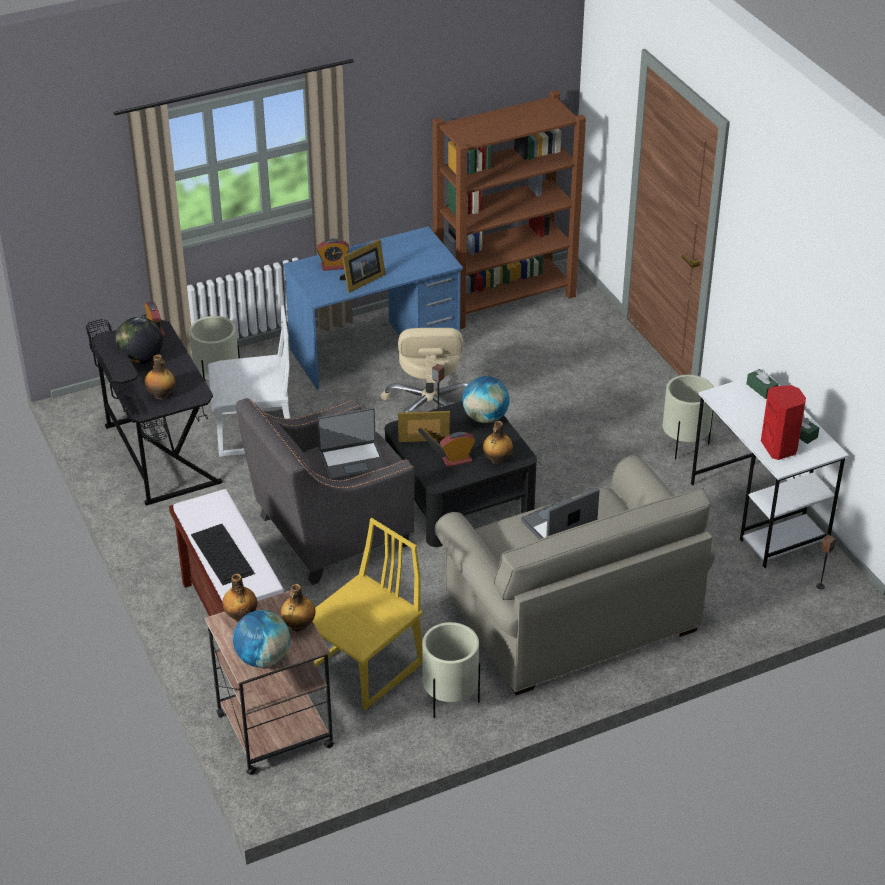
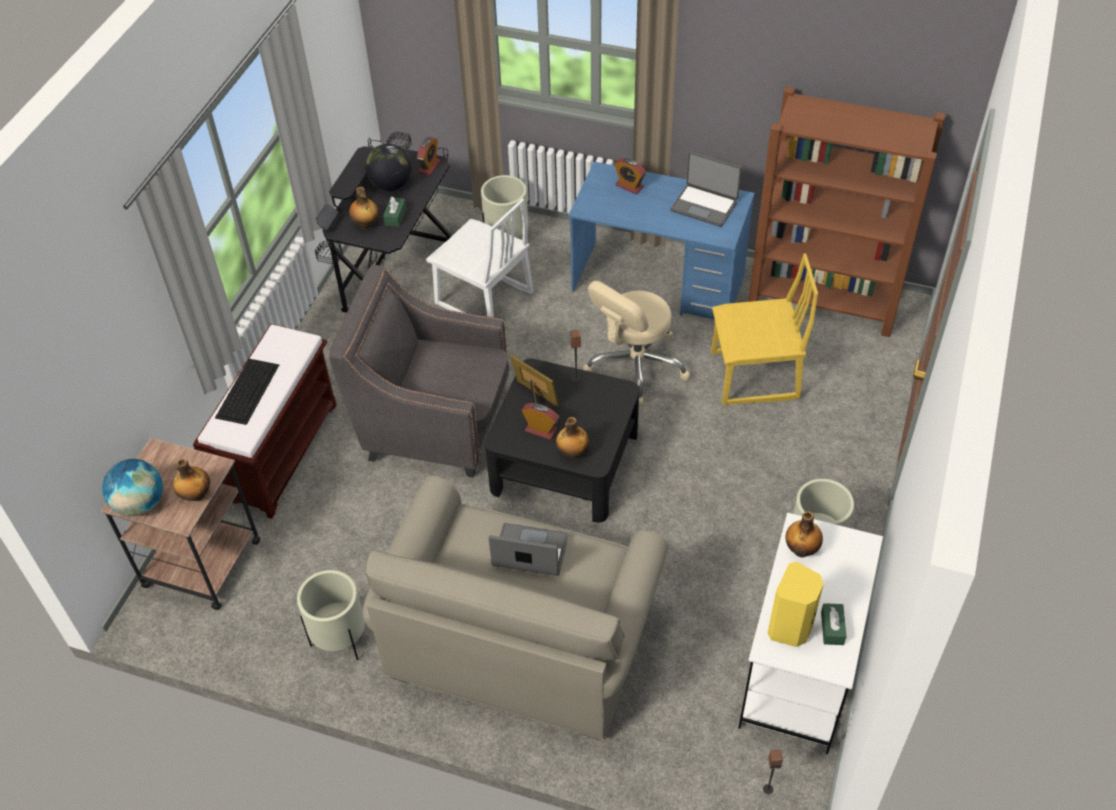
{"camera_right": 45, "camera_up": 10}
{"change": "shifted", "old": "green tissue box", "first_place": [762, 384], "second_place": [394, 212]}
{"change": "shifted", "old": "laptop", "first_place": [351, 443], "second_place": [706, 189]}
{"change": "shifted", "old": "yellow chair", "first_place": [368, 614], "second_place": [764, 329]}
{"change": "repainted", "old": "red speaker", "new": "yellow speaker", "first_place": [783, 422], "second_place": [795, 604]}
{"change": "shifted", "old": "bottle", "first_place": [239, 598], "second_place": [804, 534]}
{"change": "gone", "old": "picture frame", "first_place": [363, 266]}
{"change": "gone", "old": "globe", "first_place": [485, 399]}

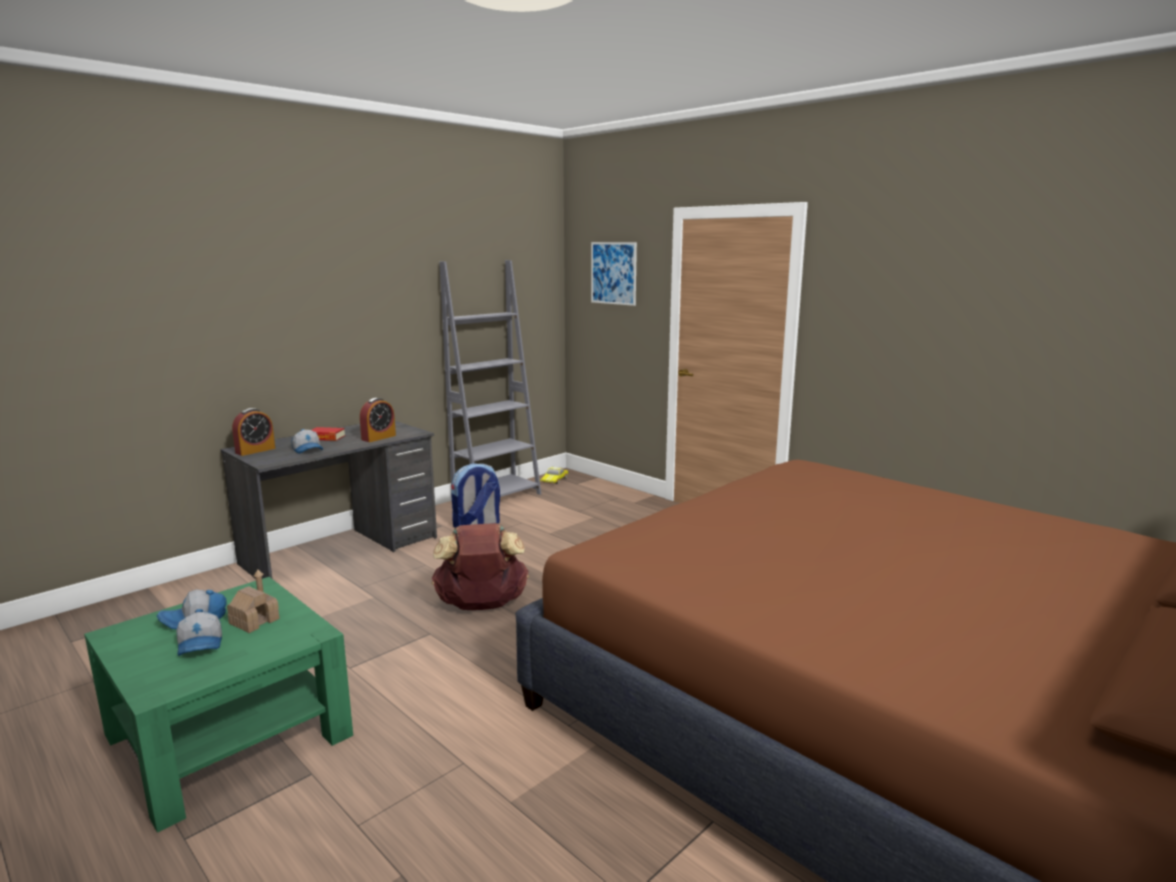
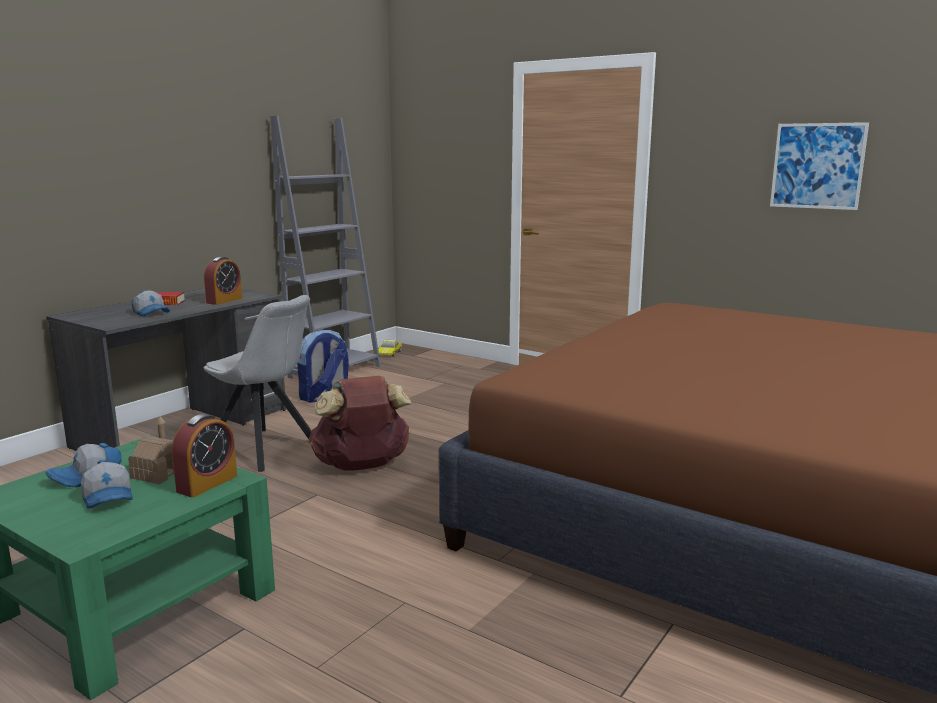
{"camera_right": -10, "camera_up": 0}
{"change": "shifted", "old": "alarm clock", "first_place": [253, 432], "second_place": [204, 455]}
{"change": "new", "new": "grey chair", "second_place": [258, 383]}
{"change": "shifted", "old": "picture", "first_place": [614, 274], "second_place": [819, 166]}

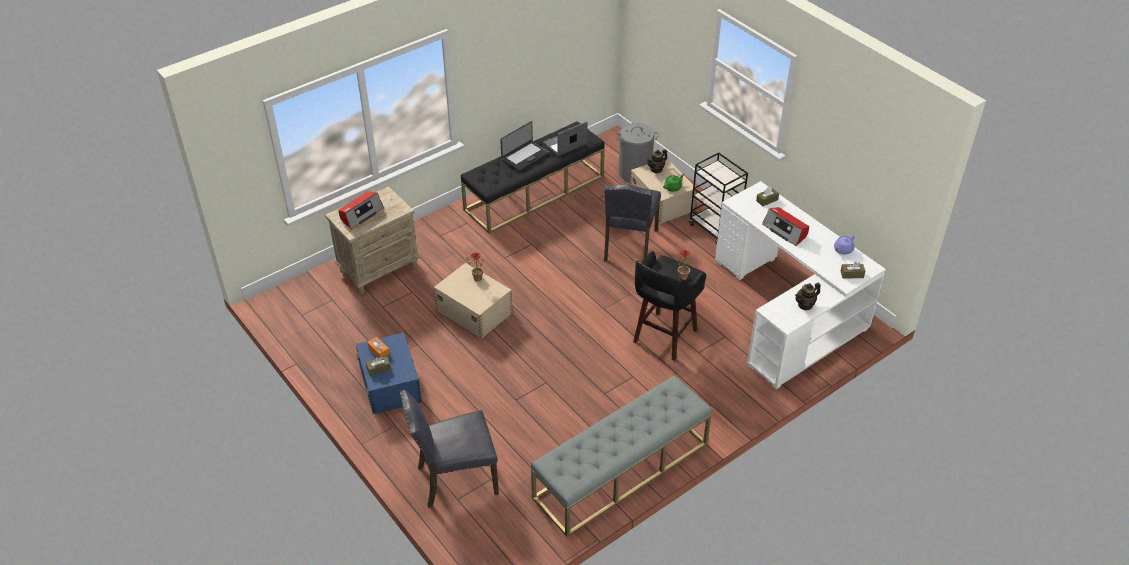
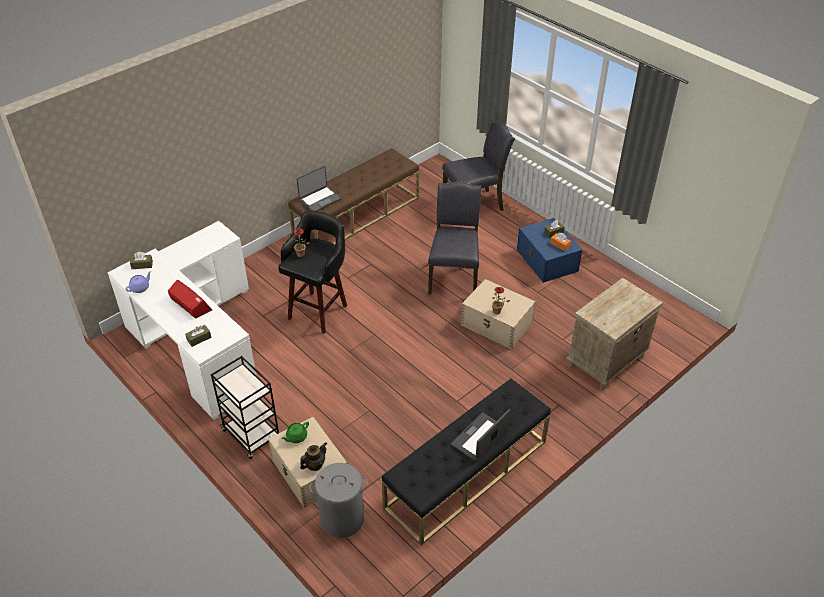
{"camera_right": 175, "camera_up": 0}
{"change": "repainted", "old": "grey bench", "new": "brown bench", "first_place": [621, 456], "second_place": [353, 196]}
{"change": "shifted", "old": "laptop", "first_place": [565, 139], "second_place": [319, 188]}
{"change": "shifted", "old": "grey chair", "first_place": [632, 223], "second_place": [455, 238]}
{"change": "gone", "old": "radio", "first_place": [361, 210]}
{"change": "gone", "old": "teapot", "first_place": [808, 296]}

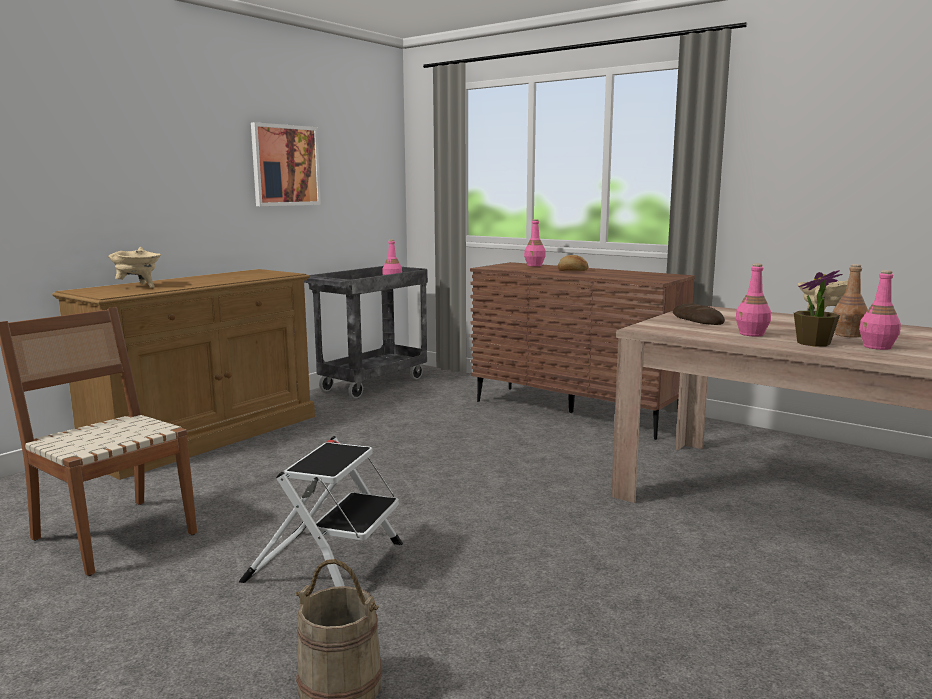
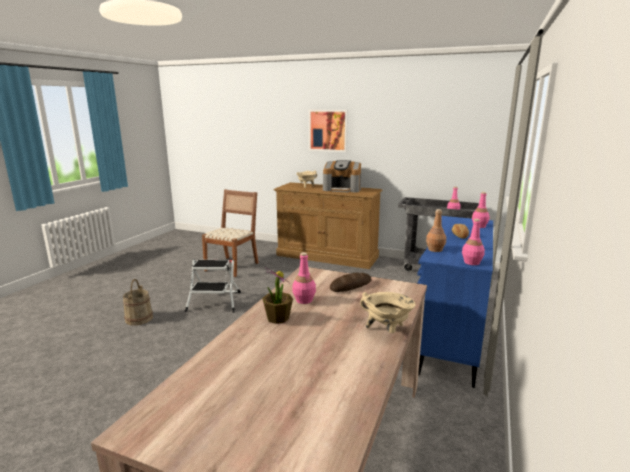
{"camera_right": 75, "camera_up": 5}
{"change": "shifted", "old": "picture", "first_place": [286, 164], "second_place": [328, 131]}
{"change": "new", "new": "coffee machine", "second_place": [342, 176]}
{"change": "repainted", "old": "brown dresser", "new": "blue dresser", "first_place": [582, 351], "second_place": [455, 302]}
{"change": "shifted", "old": "brown bottle", "first_place": [850, 301], "second_place": [436, 230]}
{"change": "shifted", "old": "pink bottle", "first_place": [880, 310], "second_place": [473, 242]}

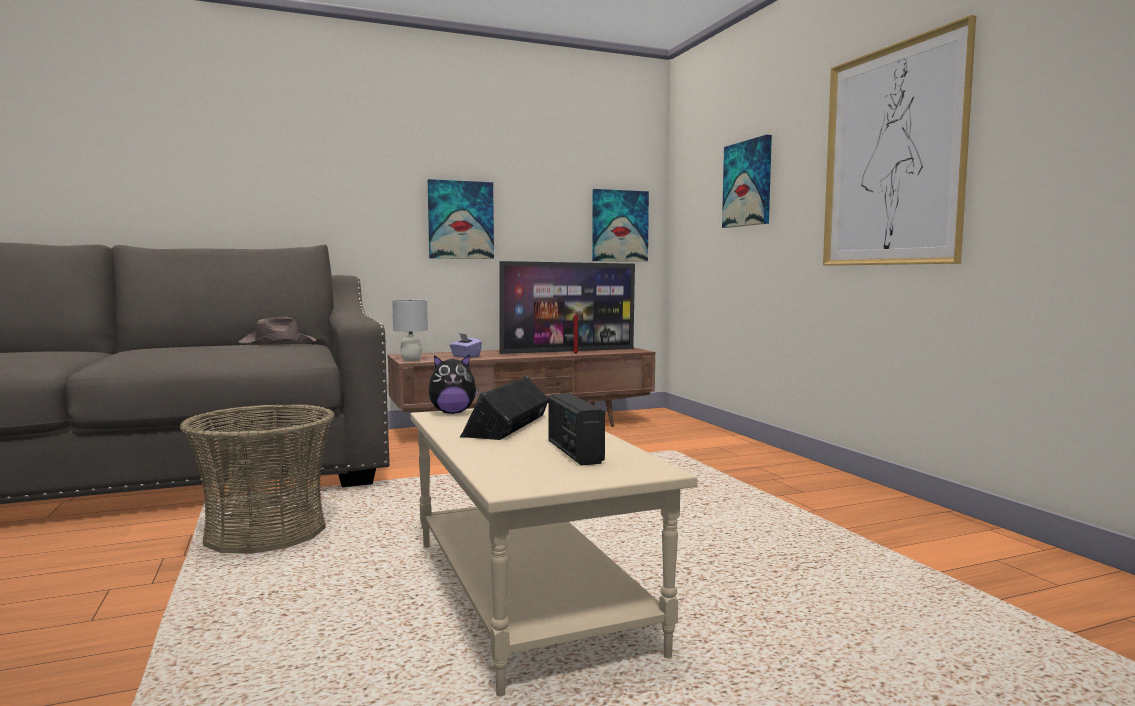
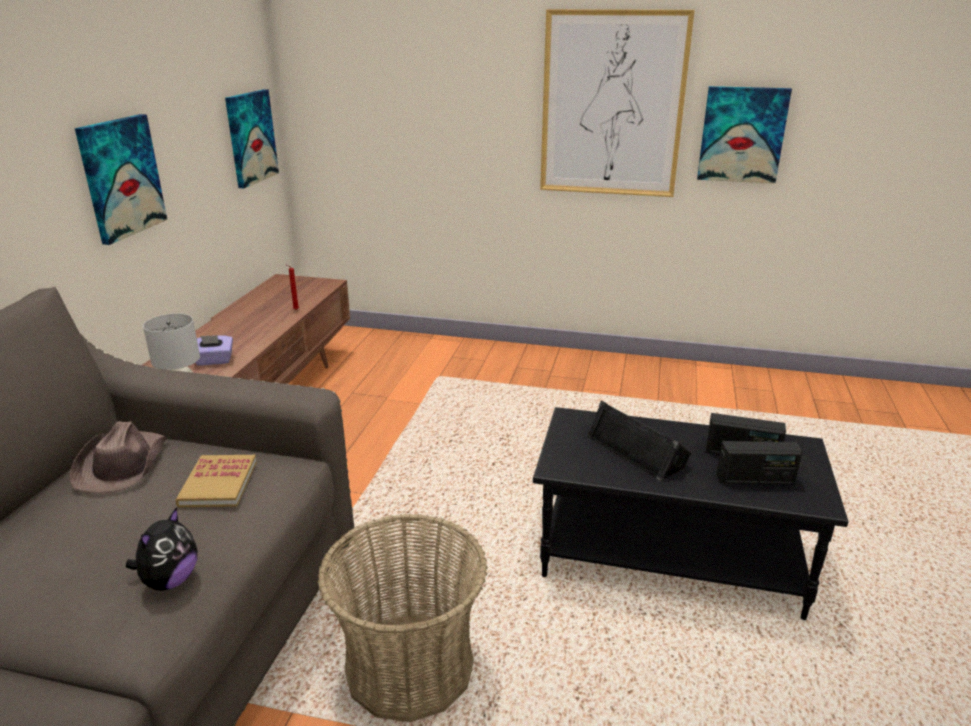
{"camera_right": -55, "camera_up": 20}
{"change": "shifted", "old": "plush toy", "first_place": [453, 384], "second_place": [161, 549]}
{"change": "new", "new": "book", "second_place": [216, 481]}
{"change": "repainted", "old": "beige coffee table", "new": "black coffee table", "first_place": [554, 550], "second_place": [690, 513]}
{"change": "shifted", "old": "picture", "first_place": [747, 181], "second_place": [744, 135]}
{"change": "new", "new": "radio", "second_place": [759, 463]}
{"change": "gone", "old": "television", "first_place": [567, 307]}

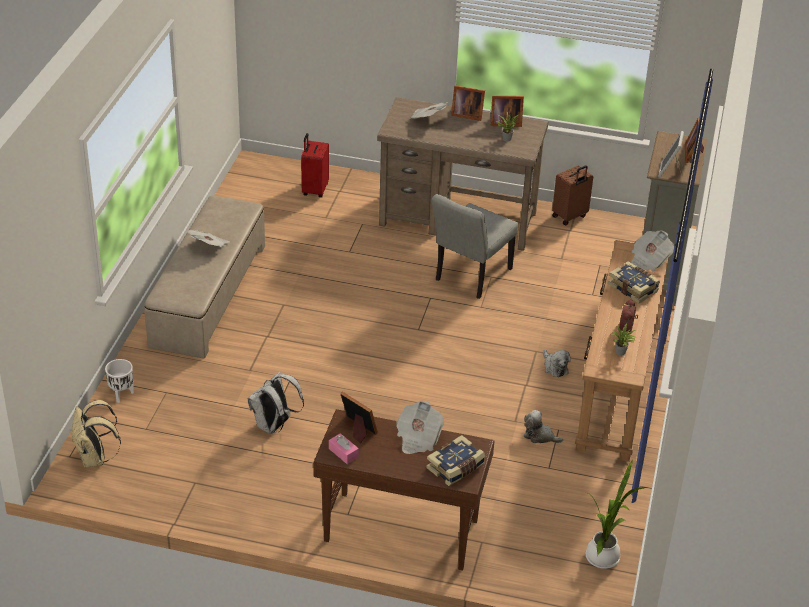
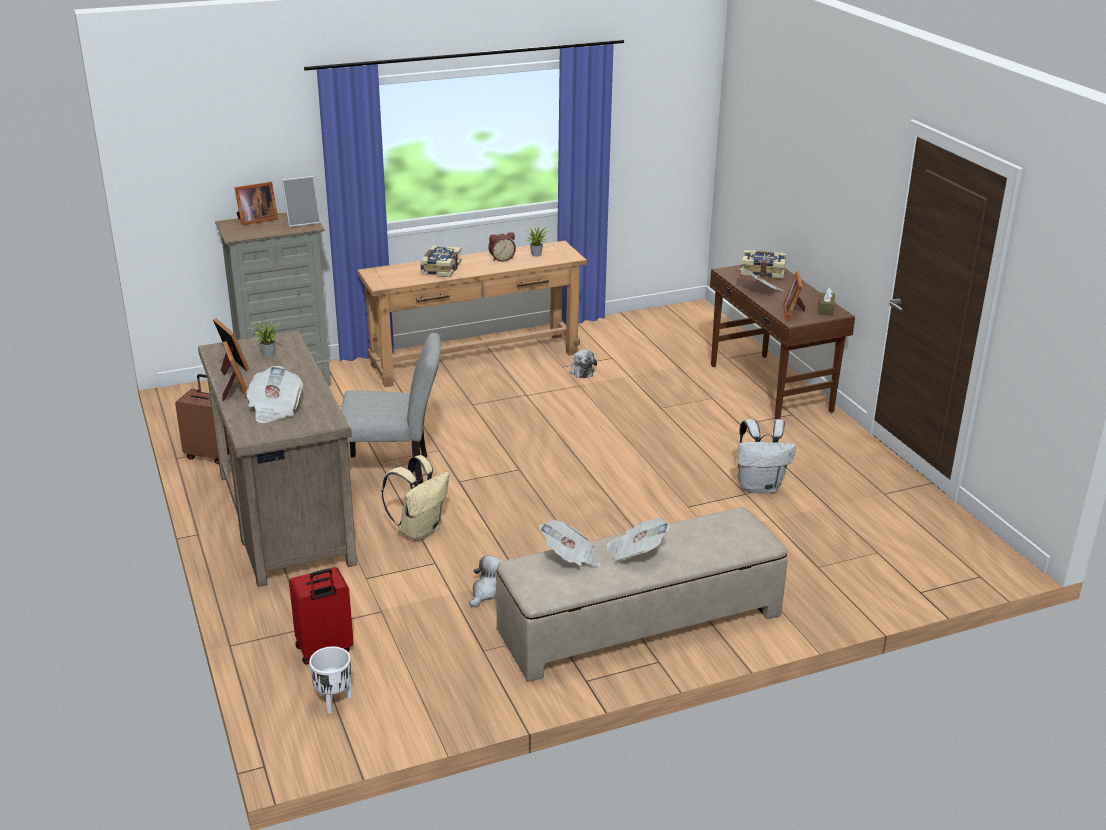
{"camera_right": -125, "camera_up": -10}
{"change": "shifted", "old": "white planter", "first_place": [119, 381], "second_place": [330, 679]}
{"change": "shifted", "old": "beige backpack", "first_place": [96, 434], "second_place": [415, 498]}
{"change": "shifted", "old": "plush toy", "first_place": [557, 363], "second_place": [485, 581]}
{"change": "shifted", "old": "newspaper", "first_place": [652, 251], "second_place": [570, 543]}
{"change": "repainted", "old": "pink tissue box", "new": "brown tissue box", "first_place": [344, 448], "second_place": [826, 302]}
{"change": "gone", "old": "potted plant", "first_place": [616, 514]}

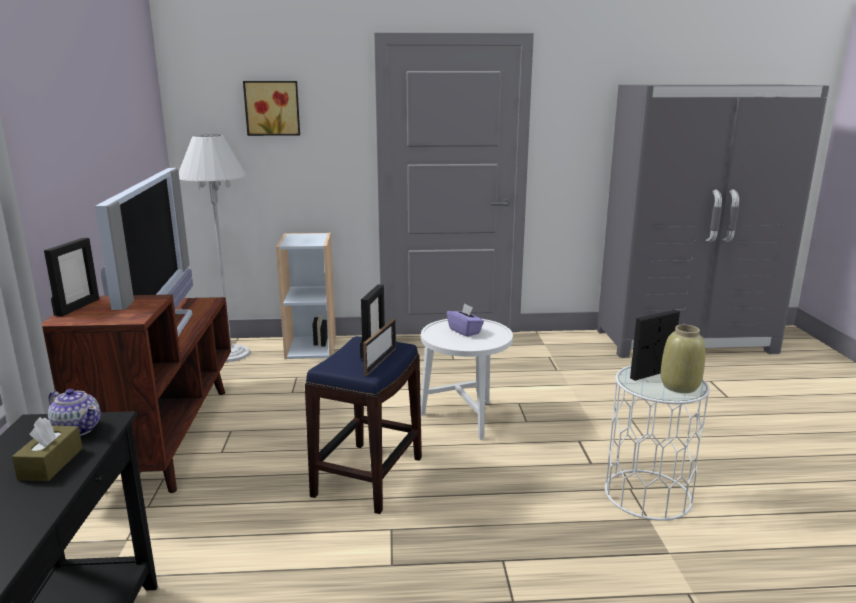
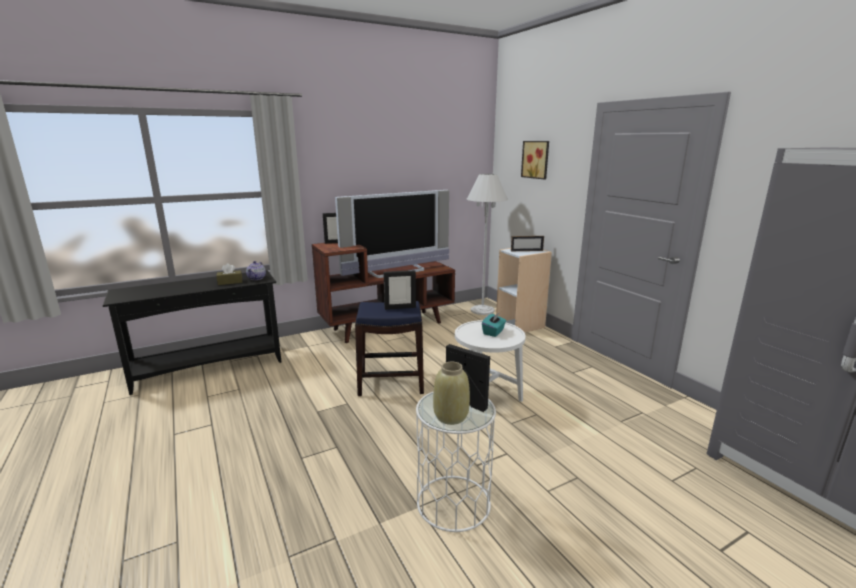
{"camera_right": 65, "camera_up": 0}
{"change": "repainted", "old": "purple tissue box", "new": "turquoise tissue box", "first_place": [465, 320], "second_place": [494, 324]}
{"change": "shifted", "old": "picture frame", "first_place": [379, 347], "second_place": [527, 243]}

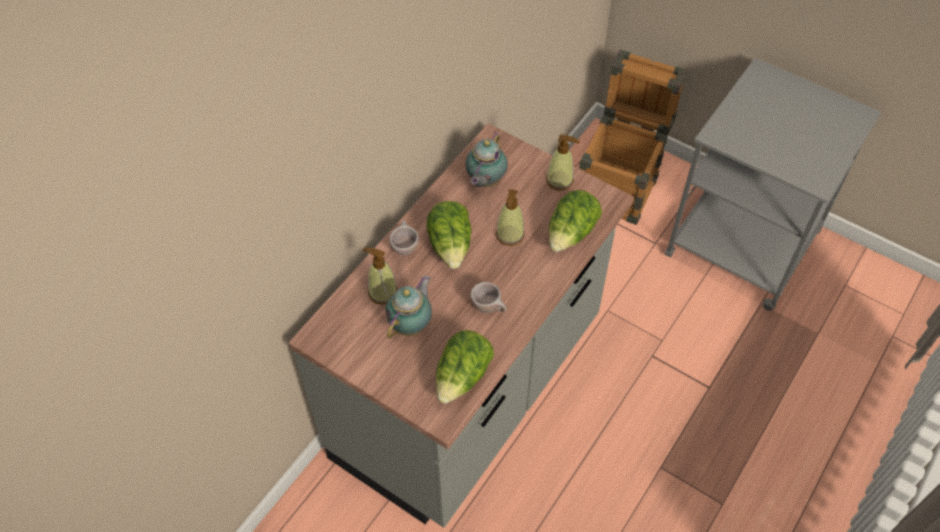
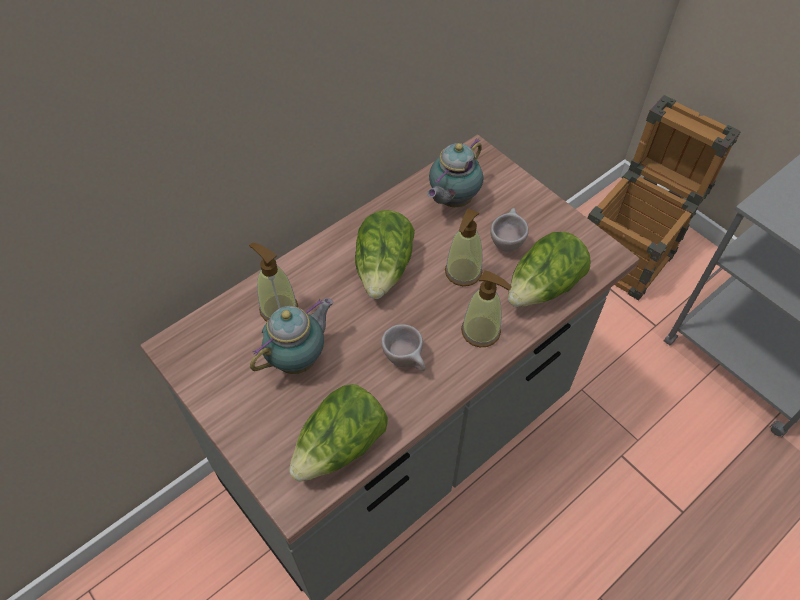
{"camera_right": 15, "camera_up": 0}
{"change": "shifted", "old": "soap dispenser", "first_place": [563, 163], "second_place": [486, 309]}
{"change": "shifted", "old": "beige cup", "first_place": [404, 237], "second_place": [509, 230]}

